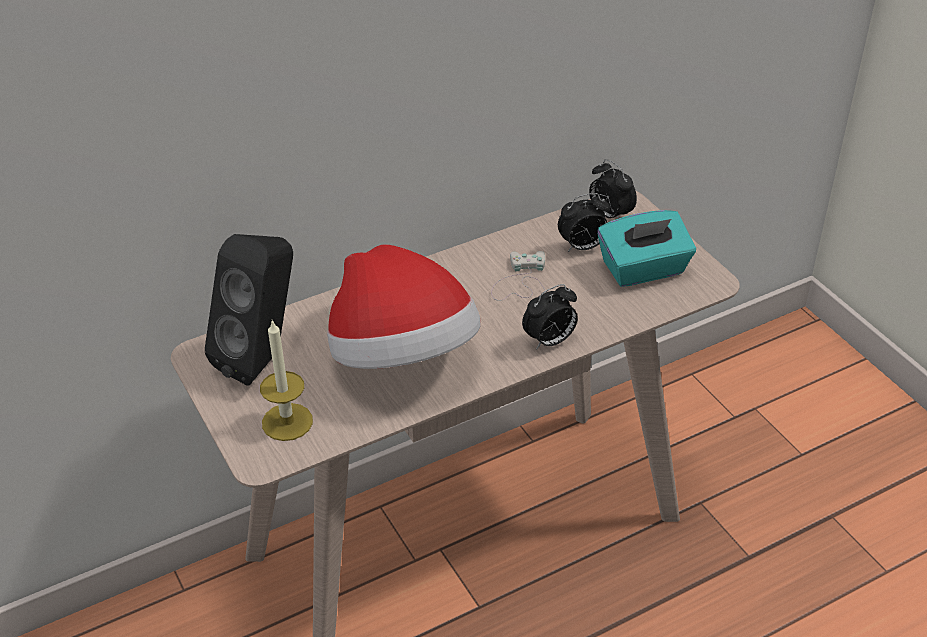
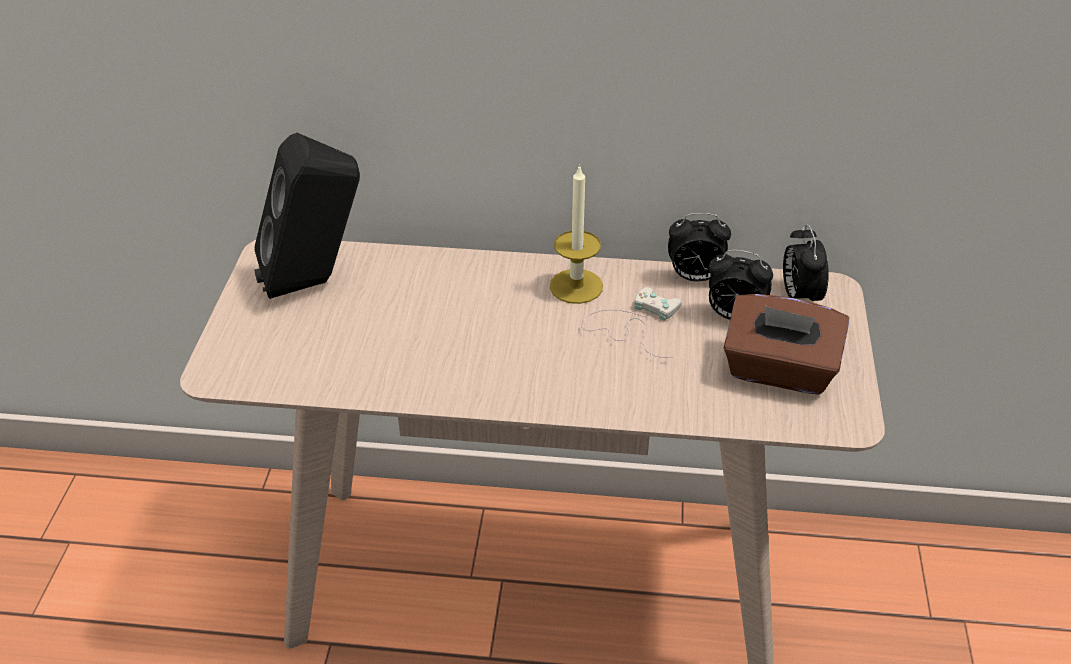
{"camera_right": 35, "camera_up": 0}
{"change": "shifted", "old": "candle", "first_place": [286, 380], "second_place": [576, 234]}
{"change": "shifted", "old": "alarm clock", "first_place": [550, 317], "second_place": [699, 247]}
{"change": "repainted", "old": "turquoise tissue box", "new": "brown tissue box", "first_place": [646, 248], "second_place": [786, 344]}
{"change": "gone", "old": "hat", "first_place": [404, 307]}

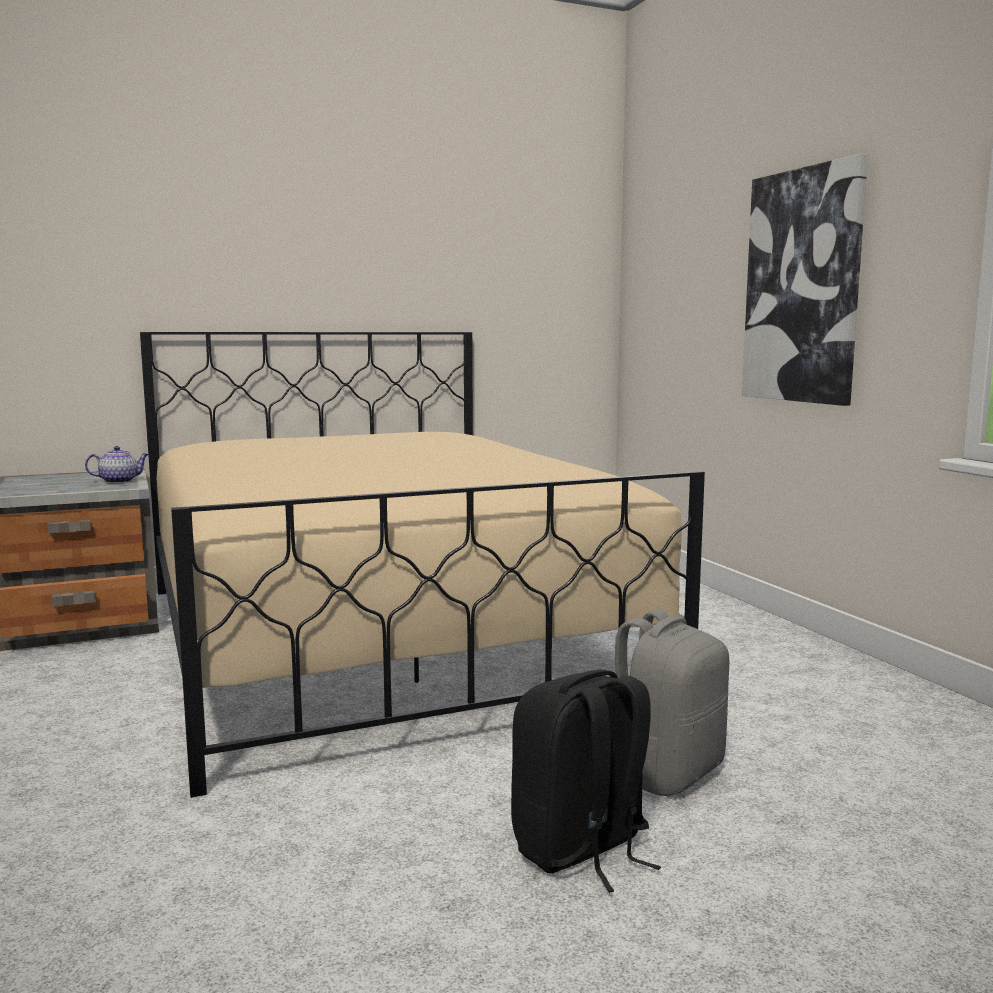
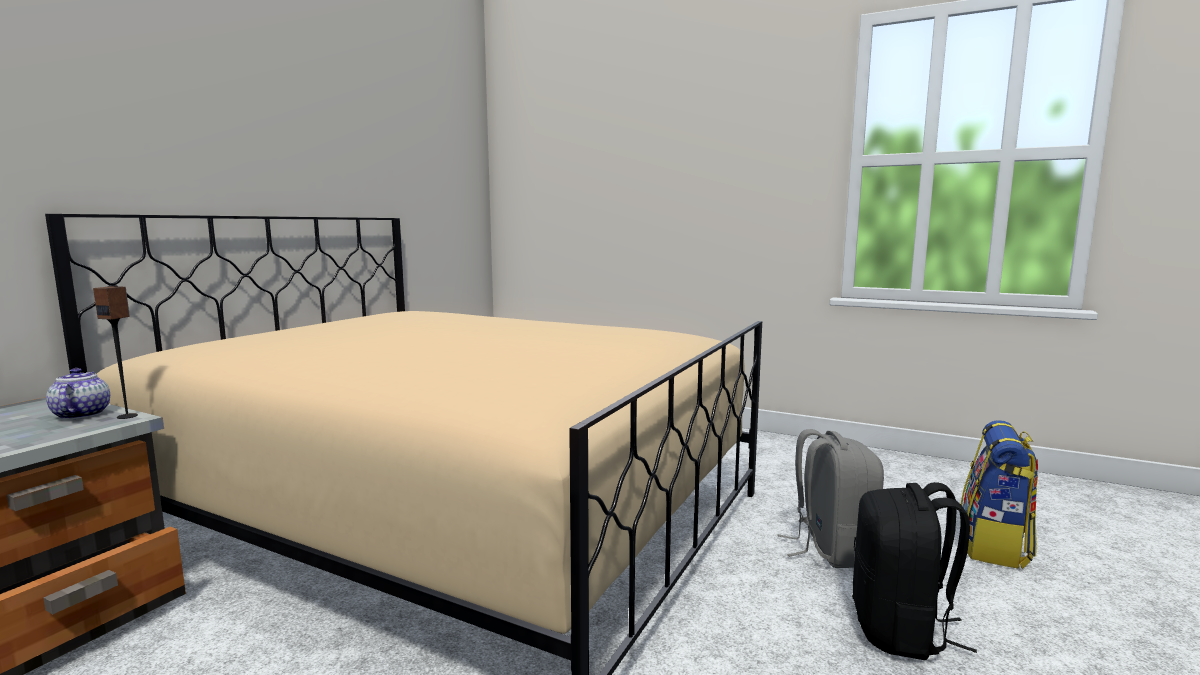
{"camera_right": -40, "camera_up": 0}
{"change": "rotated", "old": "teapot", "first_place": [117, 464], "second_place": [78, 394], "degrees": -45}
{"change": "new", "new": "speaker", "second_place": [115, 352]}
{"change": "new", "new": "backpack", "second_place": [999, 494]}
{"change": "gone", "old": "picture", "first_place": [805, 280]}

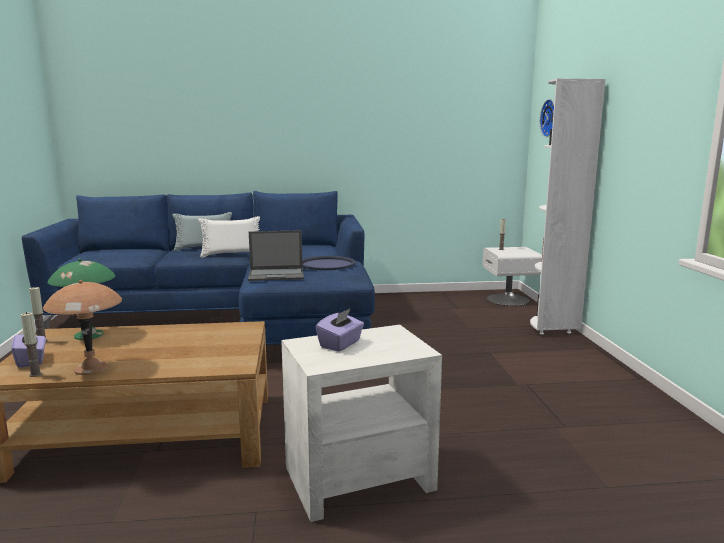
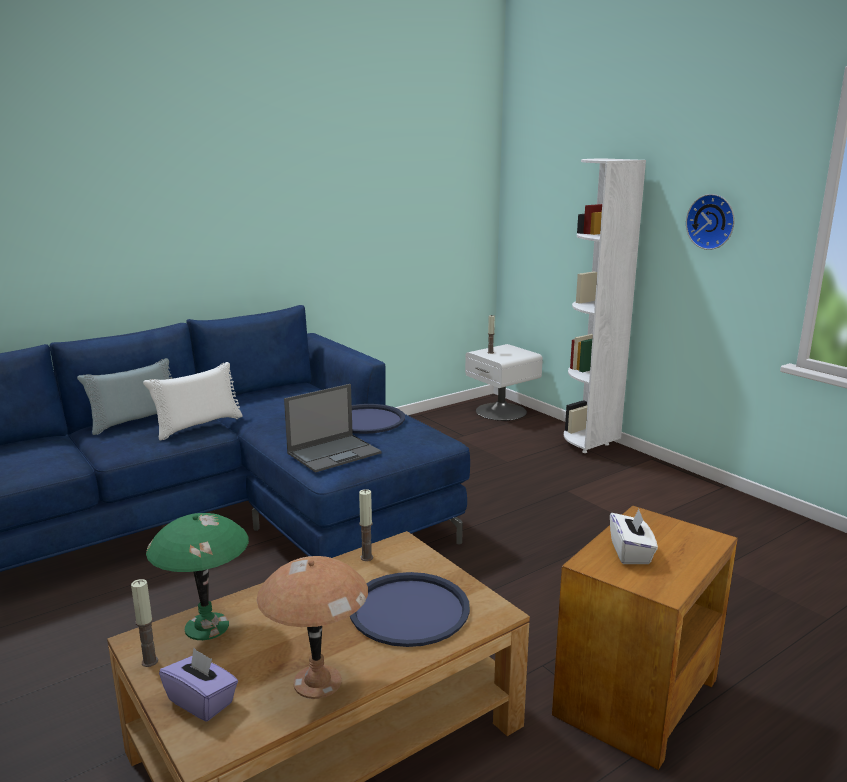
{"camera_right": -30, "camera_up": 5}
{"change": "new", "new": "blue tray", "second_place": [410, 609]}
{"change": "shifted", "old": "candle", "first_place": [31, 344], "second_place": [366, 525]}
{"change": "repainted", "old": "white side table", "new": "brown side table", "first_place": [361, 423], "second_place": [645, 637]}
{"change": "repainted", "old": "purple tissue box", "new": "white tissue box", "first_place": [340, 329], "second_place": [634, 536]}
{"change": "shifted", "old": "wall clock", "first_place": [547, 118], "second_place": [710, 222]}

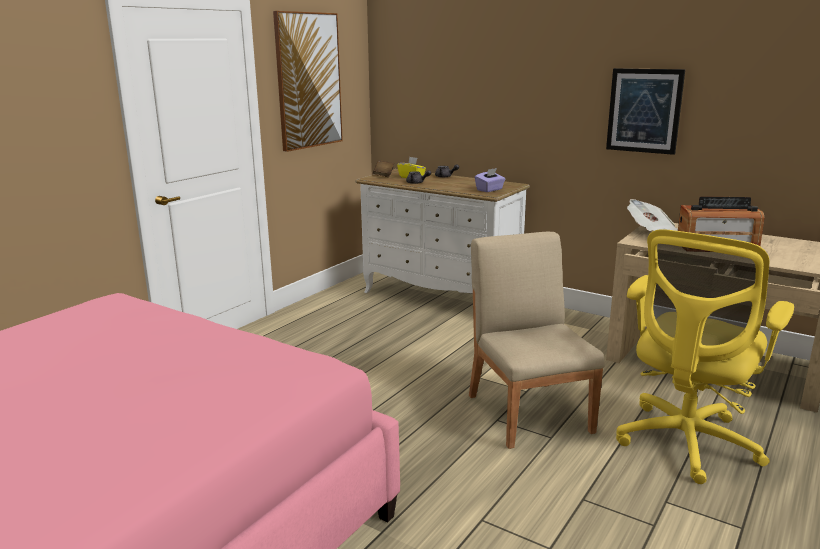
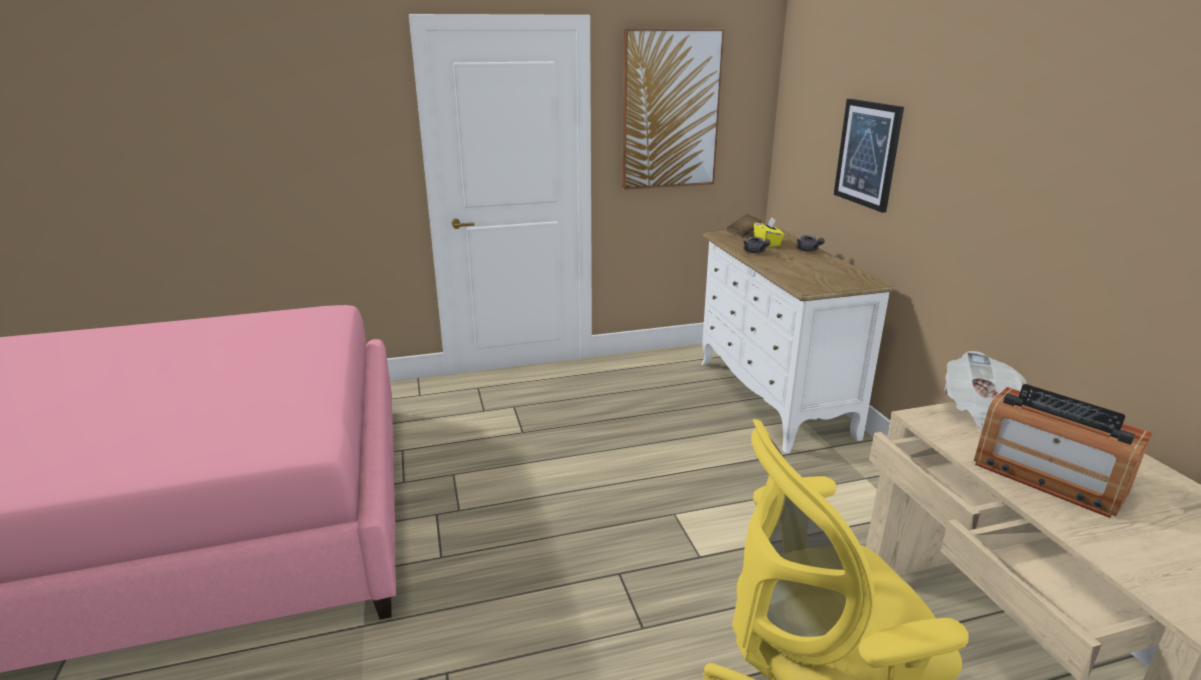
{"camera_right": 40, "camera_up": 5}
{"change": "shifted", "old": "picture", "first_place": [645, 111], "second_place": [869, 156]}
{"change": "gone", "old": "beige chair", "first_place": [537, 340]}
{"change": "gone", "old": "purple tissue box", "first_place": [490, 180]}

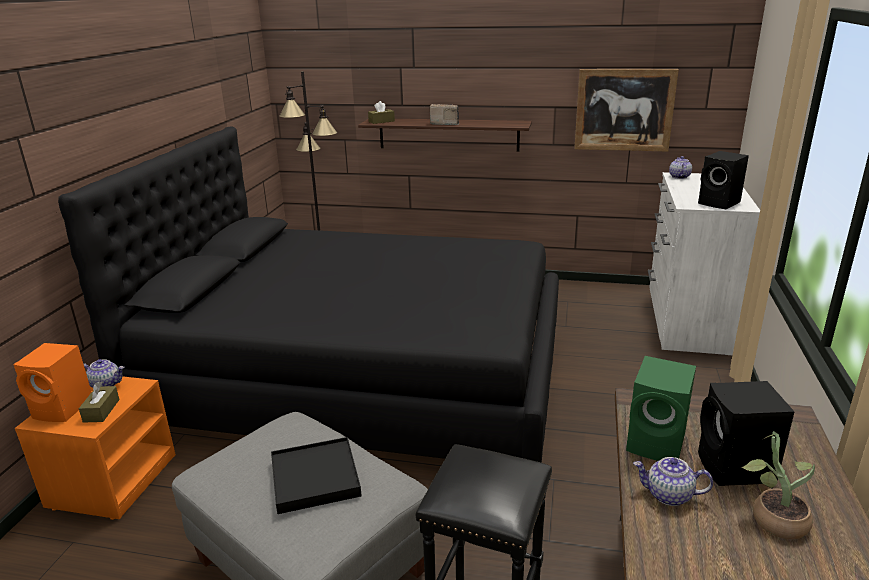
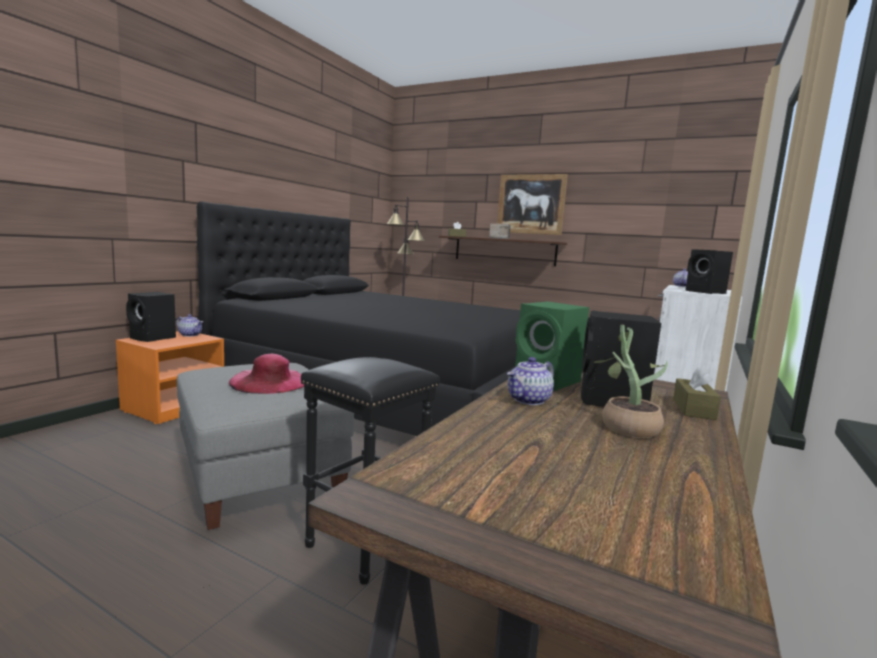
{"camera_right": 15, "camera_up": -15}
{"change": "repainted", "old": "orange speaker", "new": "black speaker", "first_place": [52, 382], "second_place": [151, 317]}
{"change": "swapped", "old": "black tray", "new": "pink hat", "first_place": [316, 475], "second_place": [266, 374]}
{"change": "shifted", "old": "picture", "first_place": [626, 110], "second_place": [532, 204]}
{"change": "rotated", "old": "teapot", "first_place": [673, 481], "second_place": [530, 381], "degrees": -75}
{"change": "shifted", "old": "brown tissue box", "first_place": [99, 402], "second_place": [697, 392]}

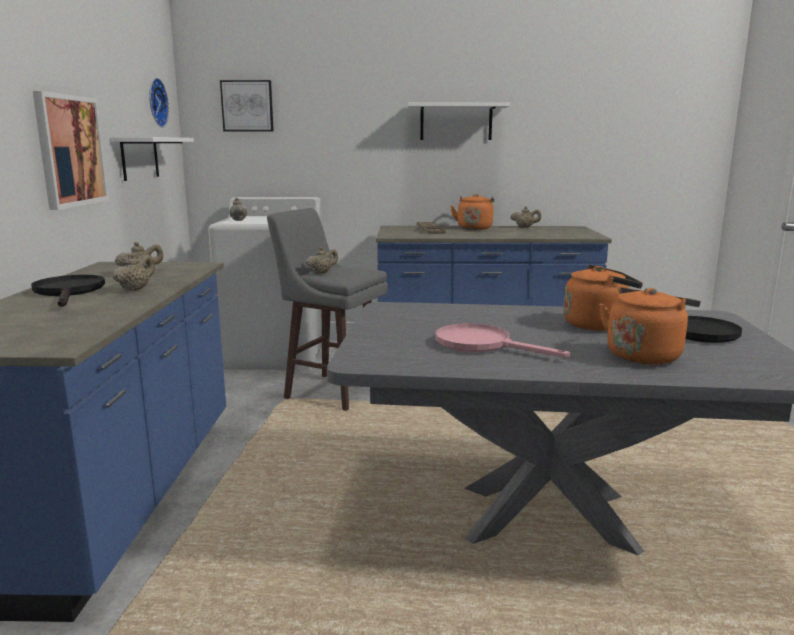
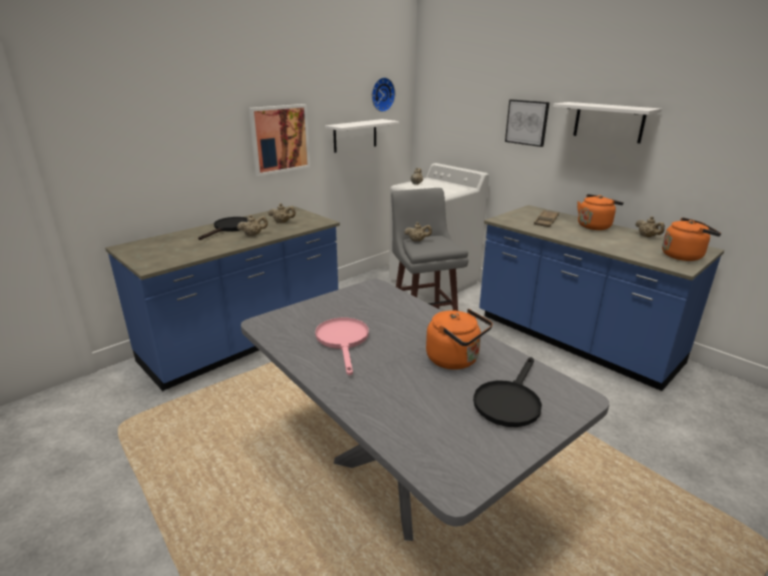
{"camera_right": 45, "camera_up": 10}
{"change": "shifted", "old": "picture", "first_place": [247, 105], "second_place": [527, 123]}
{"change": "shifted", "old": "orange kettle", "first_place": [649, 326], "second_place": [691, 239]}

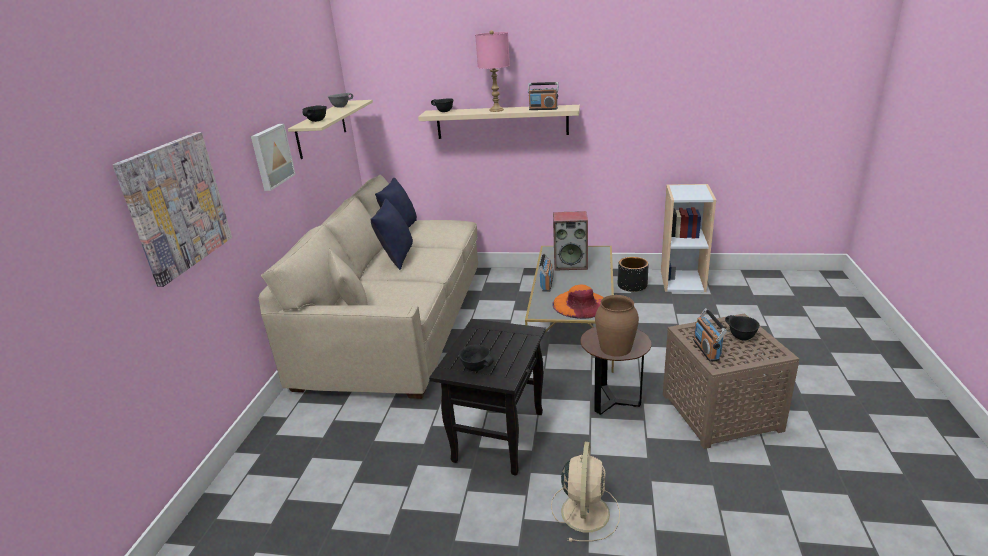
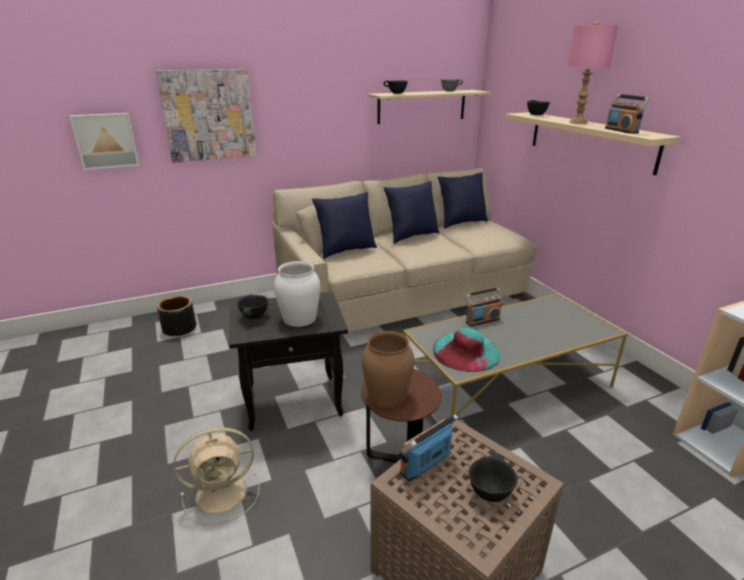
{"camera_right": 55, "camera_up": 0}
{"change": "shifted", "old": "picture", "first_place": [273, 157], "second_place": [104, 141]}
{"change": "shifted", "old": "black planter", "first_place": [633, 274], "second_place": [176, 316]}
{"change": "new", "new": "white vase", "second_place": [297, 294]}
{"change": "new", "new": "blue pillow", "second_place": [344, 225]}
{"change": "repainted", "old": "orange hat", "new": "turquoise hat", "first_place": [578, 301], "second_place": [467, 350]}
{"change": "gone", "old": "speaker", "first_place": [570, 241]}

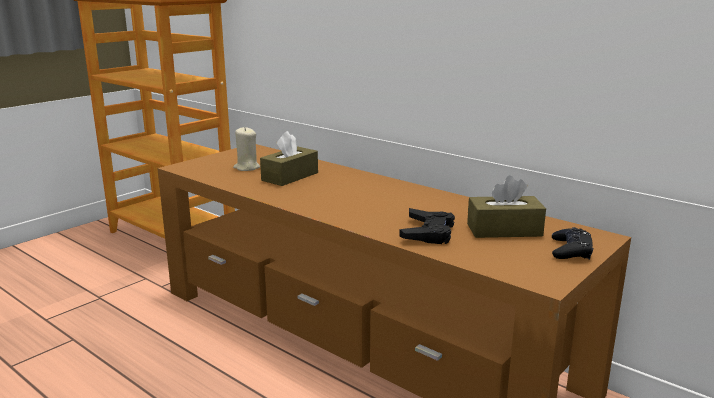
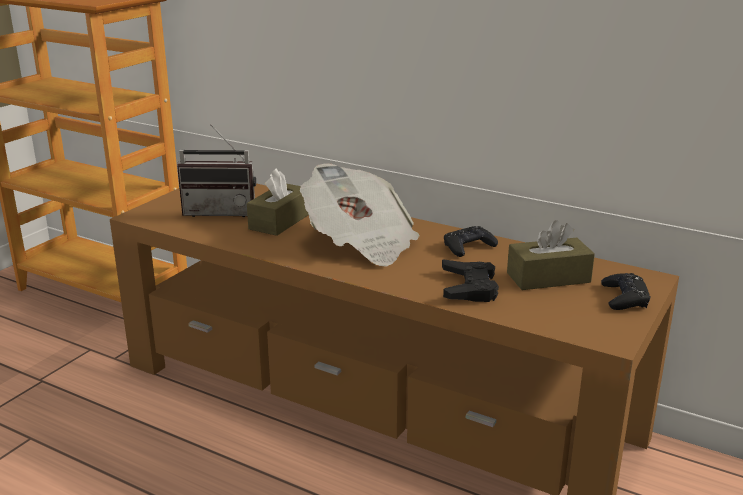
{"camera_right": -10, "camera_up": 5}
{"change": "swapped", "old": "beige candle", "new": "radio", "first_place": [246, 149], "second_place": [216, 170]}
{"change": "new", "new": "newspaper", "second_place": [360, 215]}
{"change": "new", "new": "black game controller", "second_place": [471, 241]}

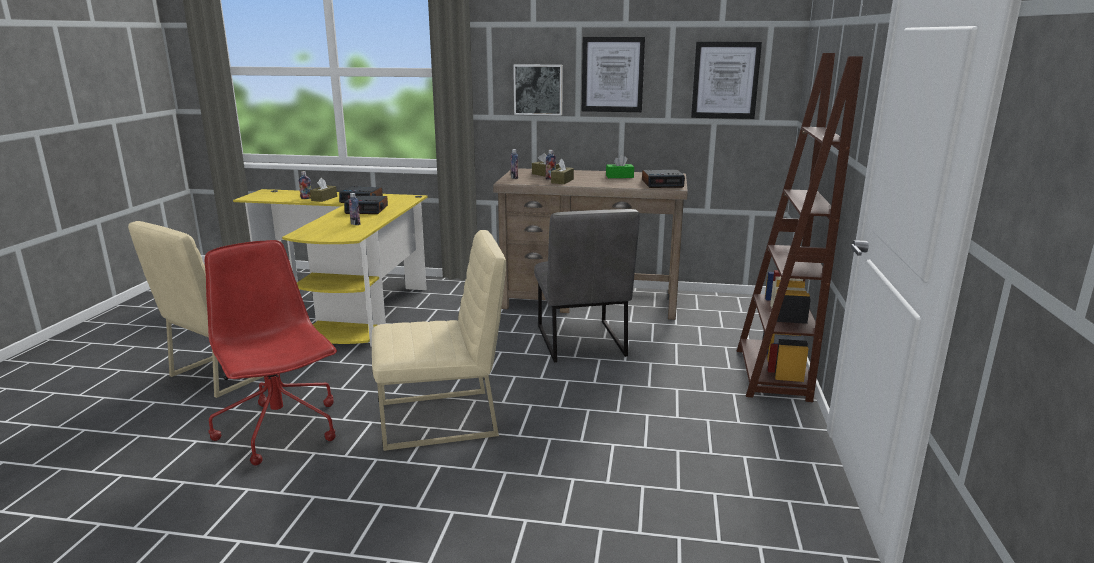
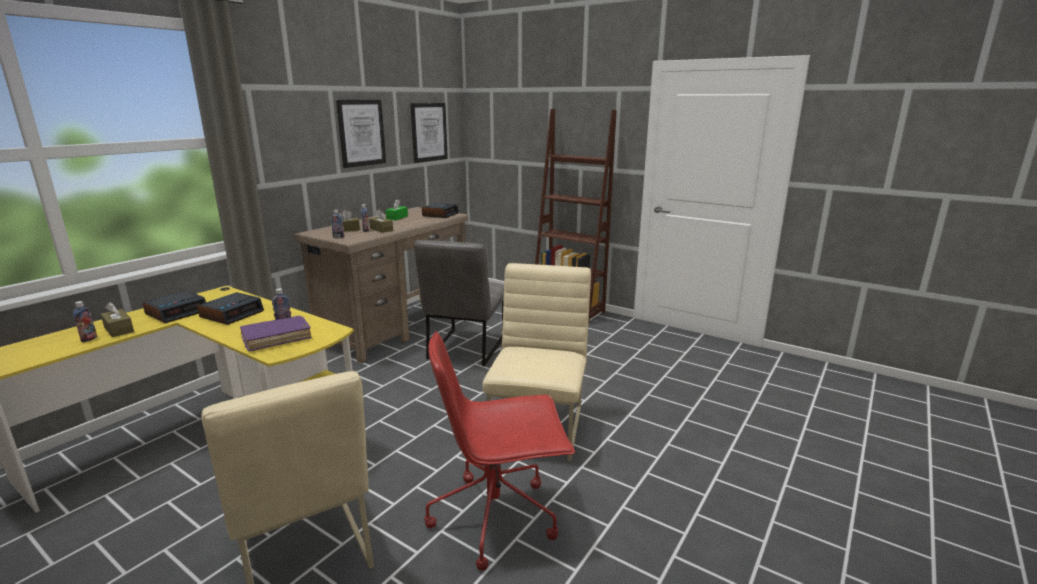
{"camera_right": -65, "camera_up": 0}
{"change": "new", "new": "purple book", "second_place": [275, 334]}
{"change": "rotated", "old": "grey chair", "first_place": [587, 285], "second_place": [459, 303], "degrees": 90}
{"change": "gone", "old": "picture", "first_place": [538, 90]}

